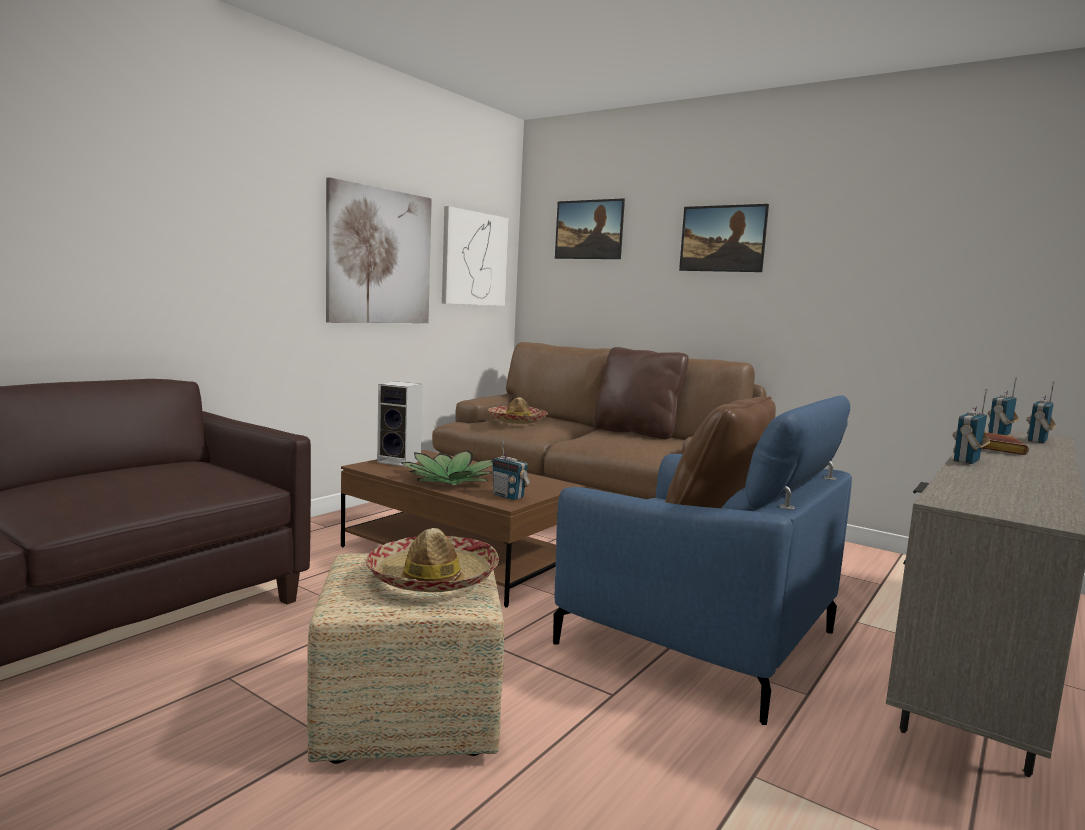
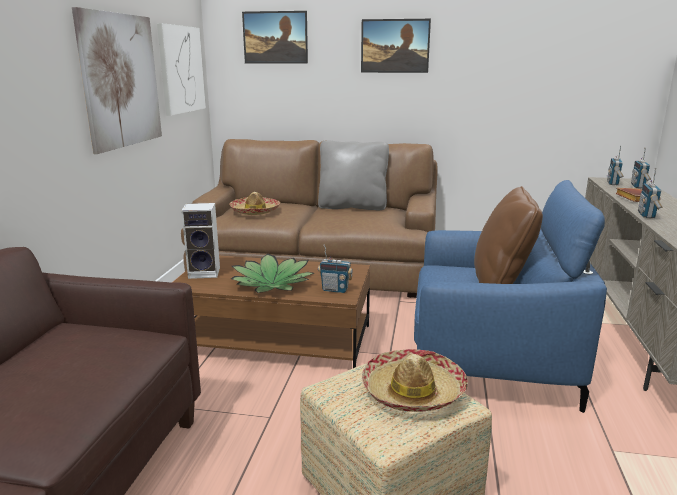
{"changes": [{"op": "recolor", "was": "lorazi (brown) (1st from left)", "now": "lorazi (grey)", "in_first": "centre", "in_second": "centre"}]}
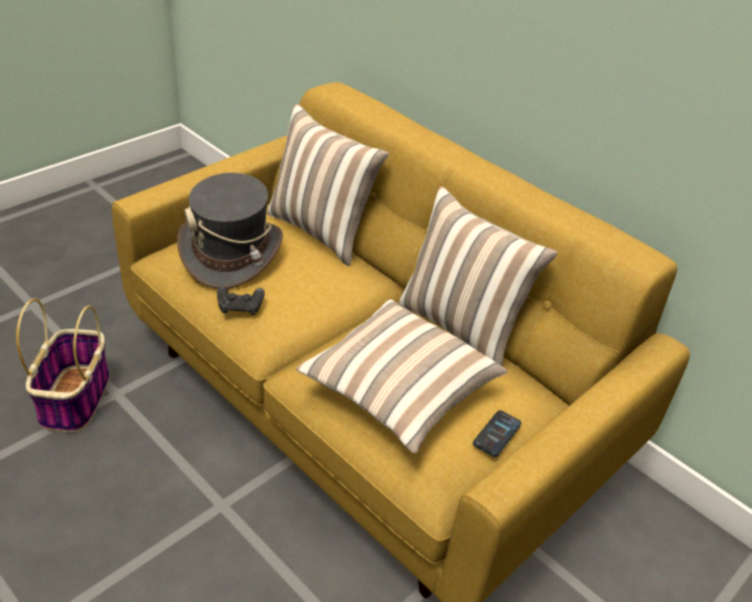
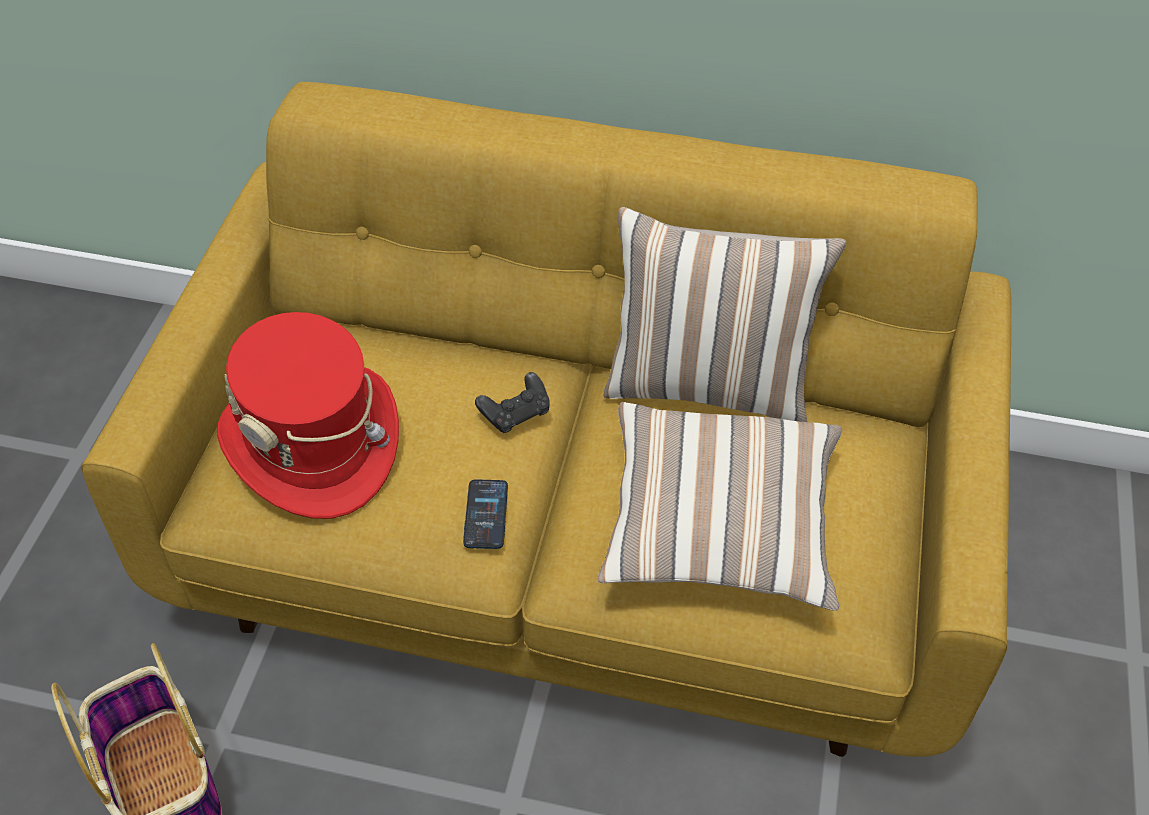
{"changes": [{"op": "recolor", "was": "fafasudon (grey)", "now": "fafasudon (red)", "in_first": "middle left", "in_second": "middle left"}, {"op": "move", "was": "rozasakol", "in_first": "bottom centre", "in_second": "centre"}, {"op": "move", "was": "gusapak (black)", "in_first": "middle left", "in_second": "centre"}, {"op": "delete", "was": "lorazi (1st from left)", "in_first": "top centre"}]}
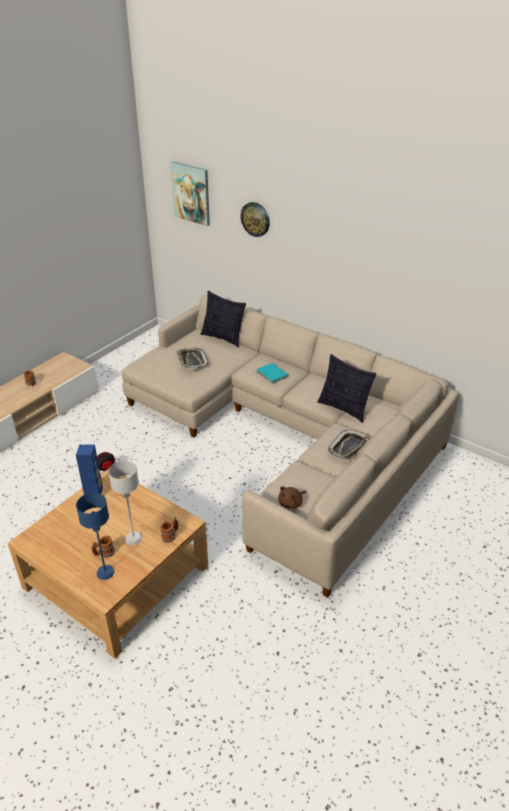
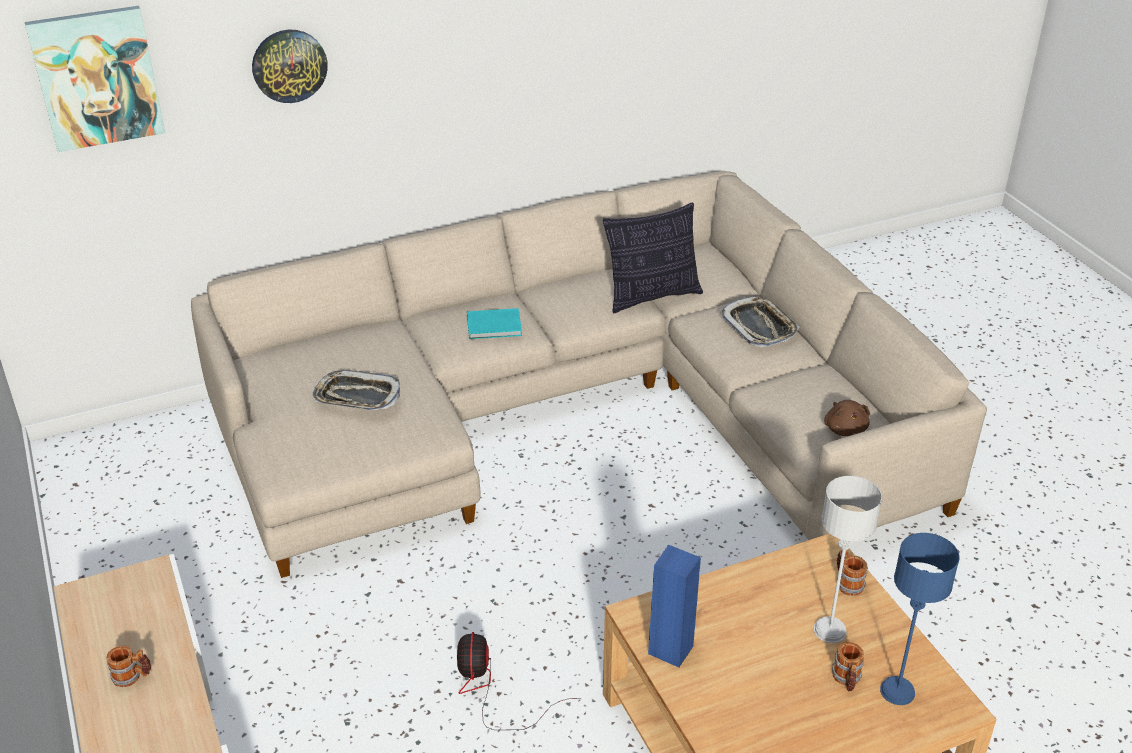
{"changes": [{"op": "delete", "was": "lorazi (1st from left)", "in_first": "centre"}]}
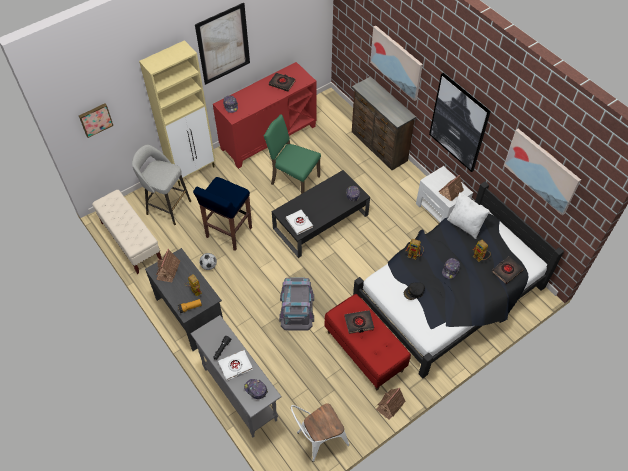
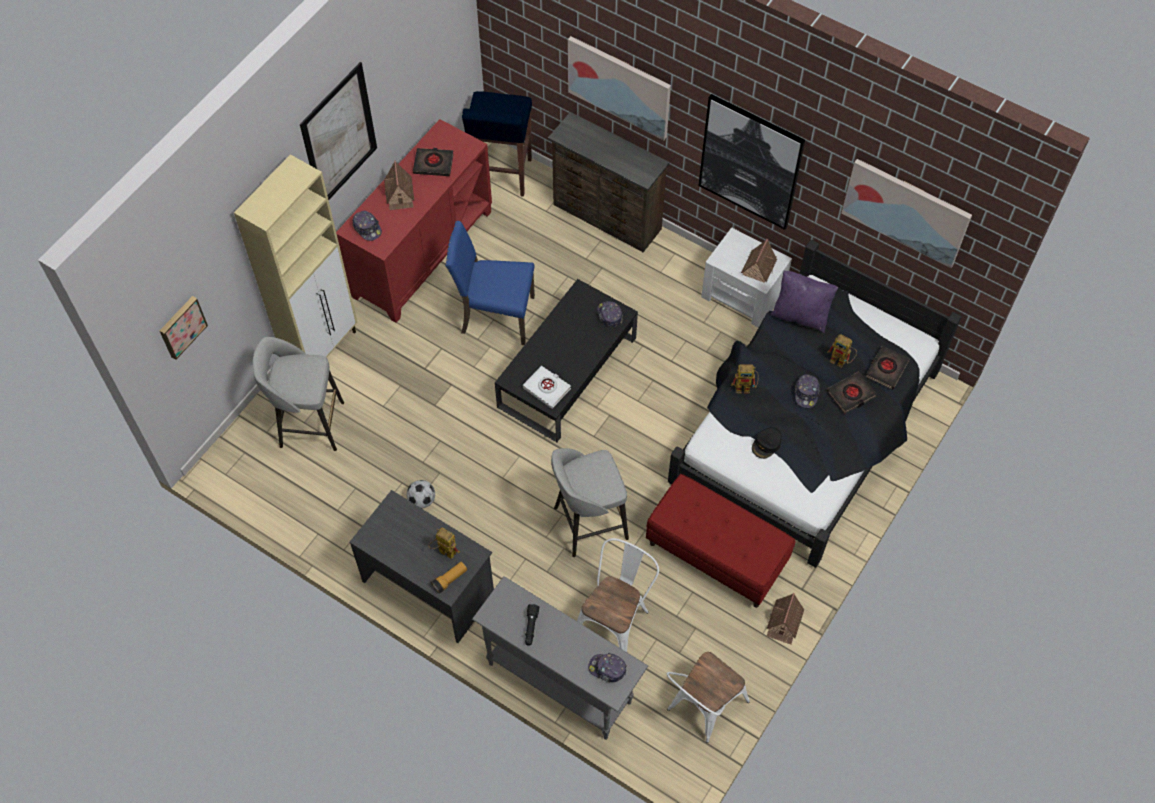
{"changes": [{"op": "move", "was": "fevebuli (1st from left)", "in_first": "middle left", "in_second": "top centre"}, {"op": "recolor", "was": "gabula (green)", "now": "gabula (blue)", "in_first": "top centre", "in_second": "centre"}, {"op": "move", "was": "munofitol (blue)", "in_first": "centre", "in_second": "top centre"}, {"op": "replace", "was": "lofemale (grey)", "now": "munofitol (grey) (2nd from left)", "in_first": "centre", "in_second": "centre"}, {"op": "insert", "now": "gabula (white) (1st from left)", "in_second": "bottom centre"}, {"op": "recolor", "was": "lorazi (white)", "now": "lorazi (purple)", "in_first": "middle right", "in_second": "middle right"}, {"op": "move", "was": "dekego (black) (2nd from left)", "in_first": "bottom centre", "in_second": "middle right"}, {"op": "delete", "was": "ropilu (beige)", "in_first": "middle left"}, {"op": "delete", "was": "dekego (white) (1st from left)", "in_first": "bottom centre"}]}
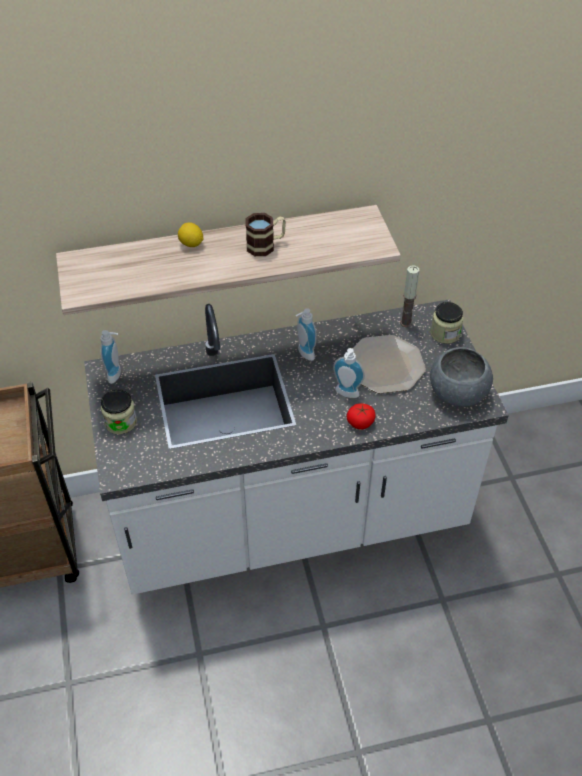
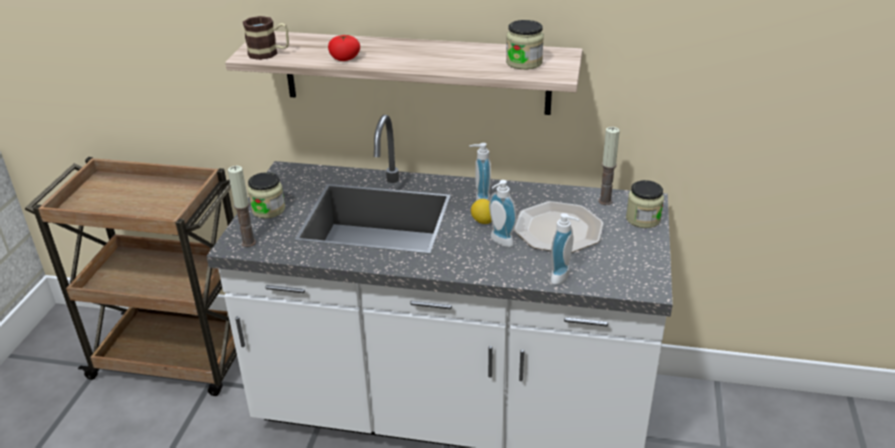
{"changes": [{"op": "insert", "now": "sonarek (1st from left)", "in_second": "middle left"}, {"op": "move", "was": "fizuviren", "in_first": "top centre", "in_second": "top left"}, {"op": "move", "was": "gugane", "in_first": "centre", "in_second": "top centre"}, {"op": "move", "was": "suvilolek", "in_first": "top left", "in_second": "centre"}, {"op": "insert", "now": "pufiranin (2nd from left)", "in_second": "top centre"}, {"op": "move", "was": "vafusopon (1st from left in the first image)", "now": "vafusopon (3rd from left)", "in_first": "middle left", "in_second": "centre"}, {"op": "delete", "was": "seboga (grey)", "in_first": "middle right"}]}
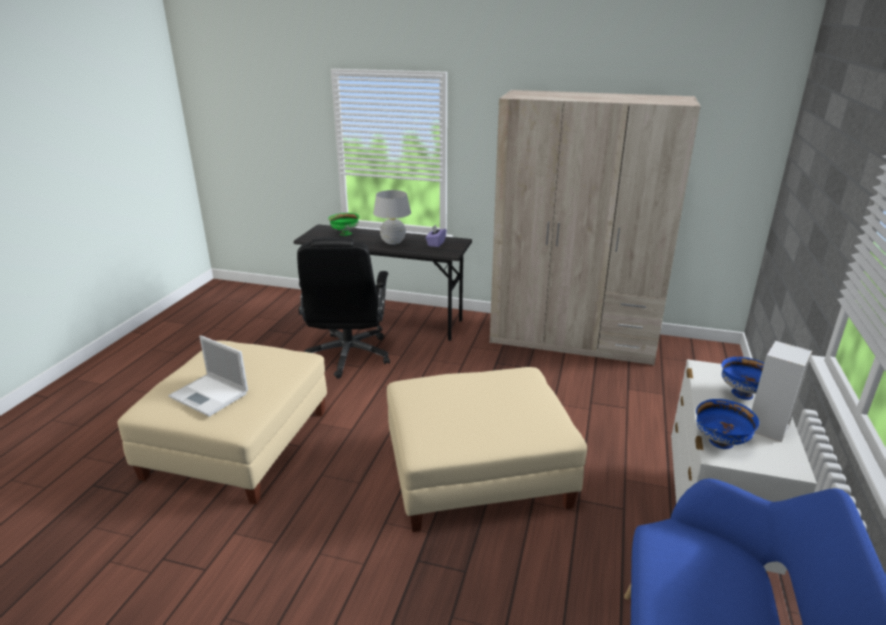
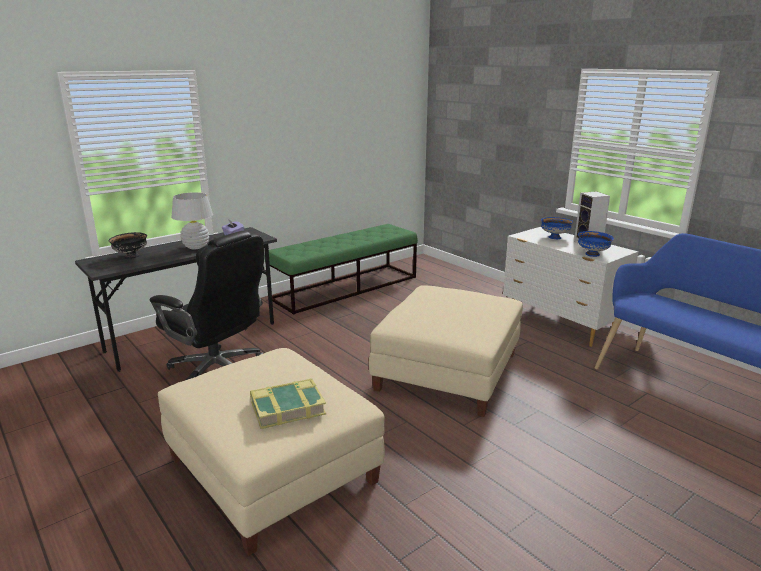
{"changes": [{"op": "recolor", "was": "seboga (green)", "now": "seboga (black)", "in_first": "centre", "in_second": "middle left"}, {"op": "replace", "was": "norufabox", "now": "dekego", "in_first": "middle left", "in_second": "bottom centre"}, {"op": "replace", "was": "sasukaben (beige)", "now": "ropilu (green)", "in_first": "middle right", "in_second": "centre"}]}
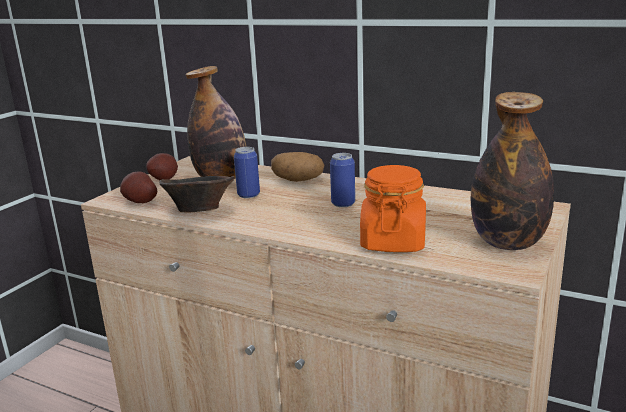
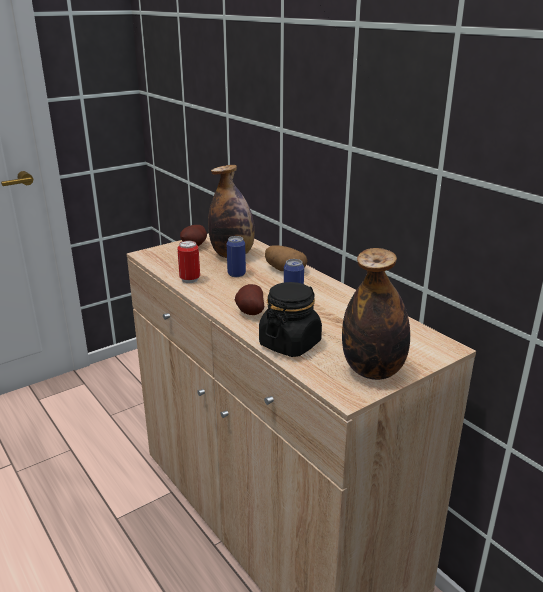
{"changes": [{"op": "replace", "was": "seboga (brown)", "now": "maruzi (1st from left)", "in_first": "middle left", "in_second": "centre"}, {"op": "move", "was": "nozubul (1st from left in the first image)", "now": "nozubul (2nd from left)", "in_first": "middle left", "in_second": "centre"}, {"op": "recolor", "was": "pufiranin (orange)", "now": "pufiranin (black)", "in_first": "centre", "in_second": "centre"}]}
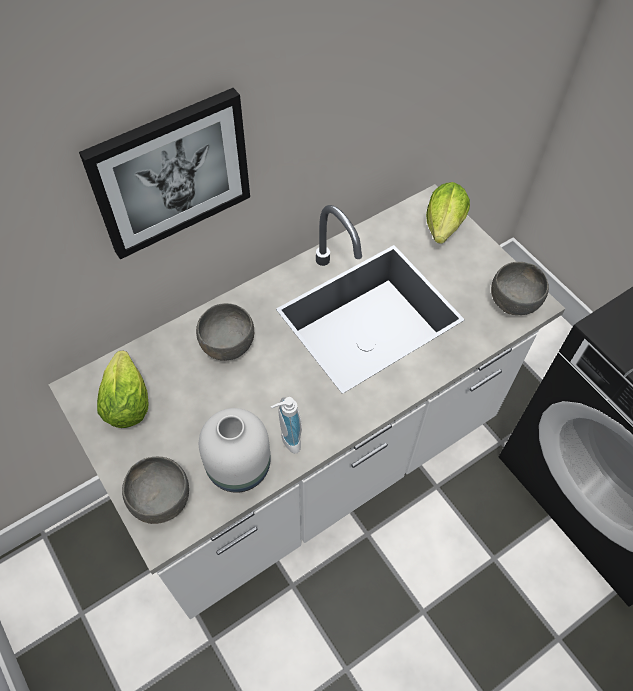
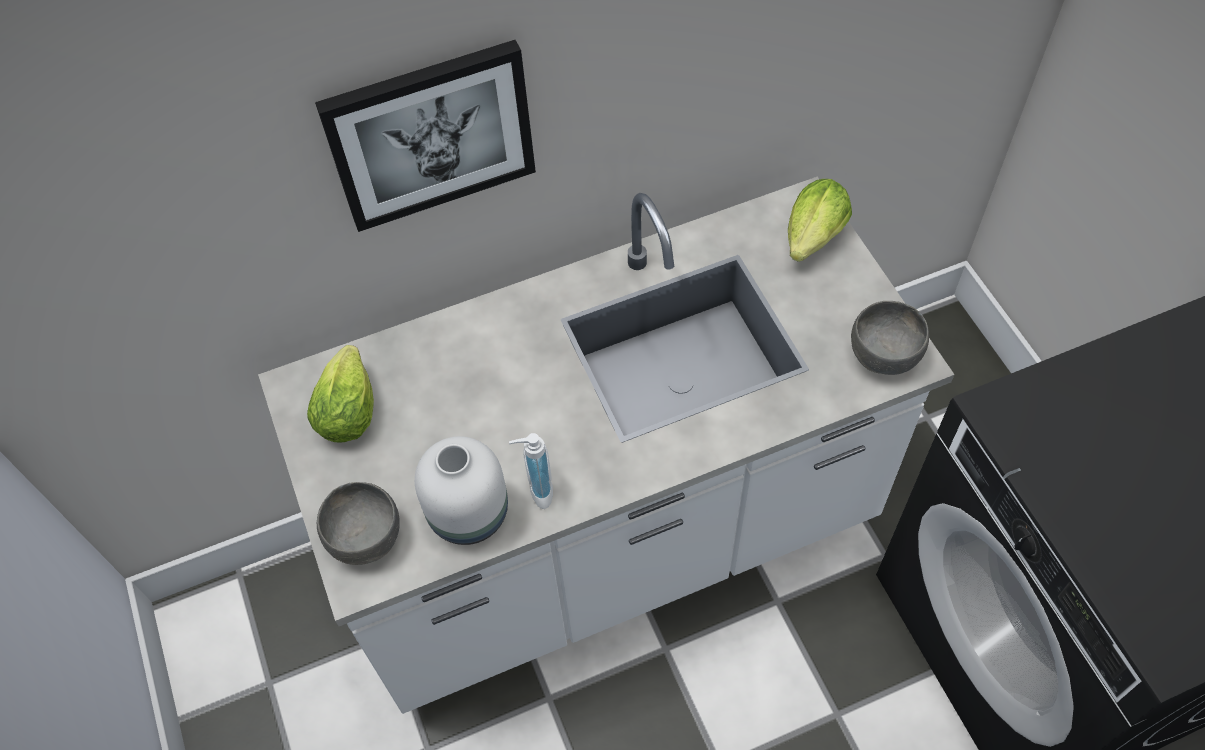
{"changes": [{"op": "delete", "was": "seboga (grey) (2nd from left)", "in_first": "centre"}]}
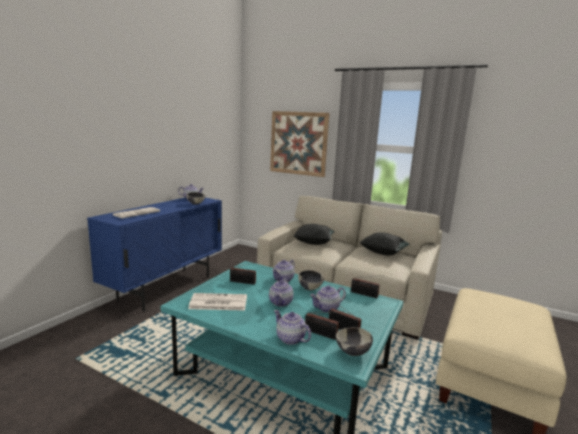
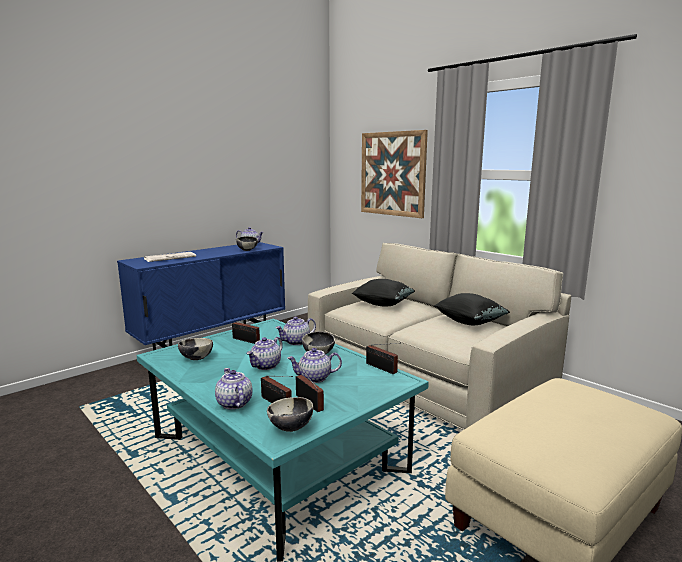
{"changes": [{"op": "replace", "was": "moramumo (2nd from left)", "now": "seboga (1st from left)", "in_first": "bottom centre", "in_second": "middle left"}]}
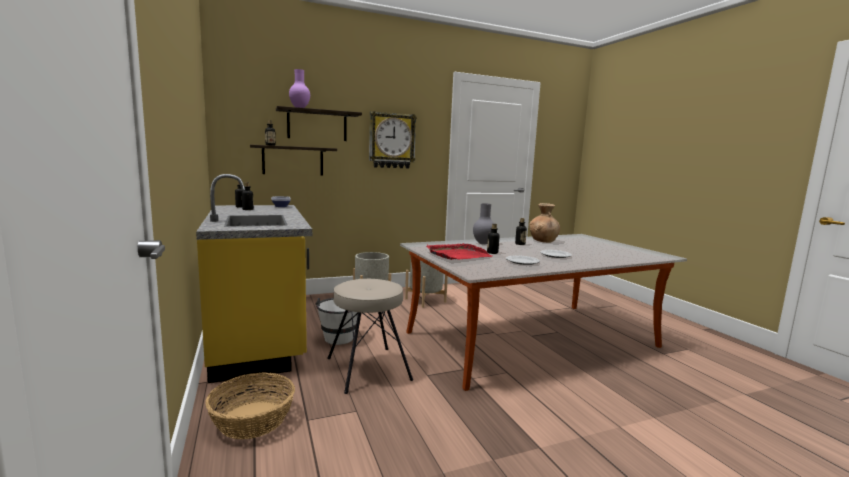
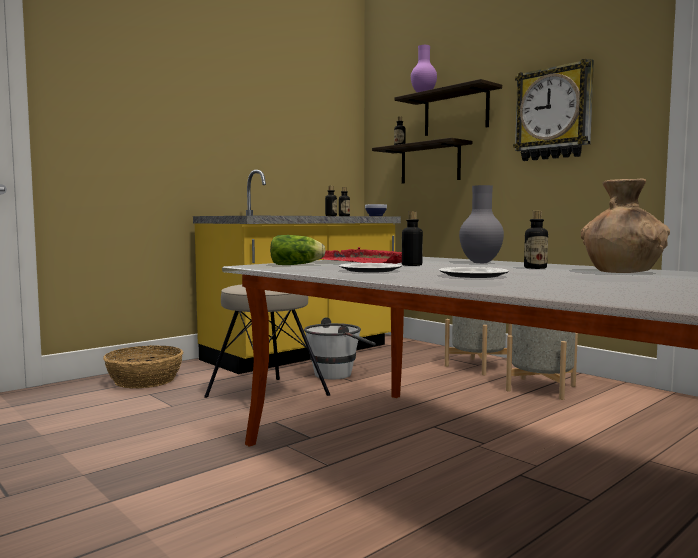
{"changes": [{"op": "insert", "now": "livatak", "in_second": "centre"}]}
